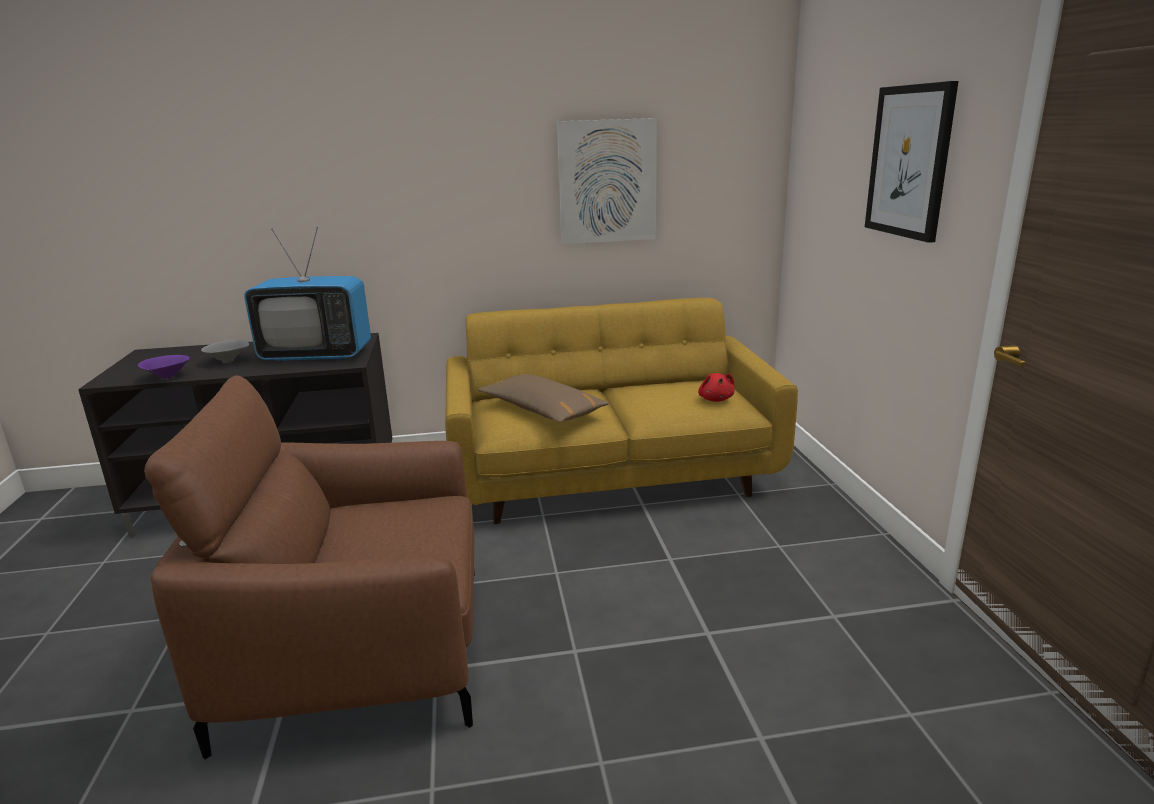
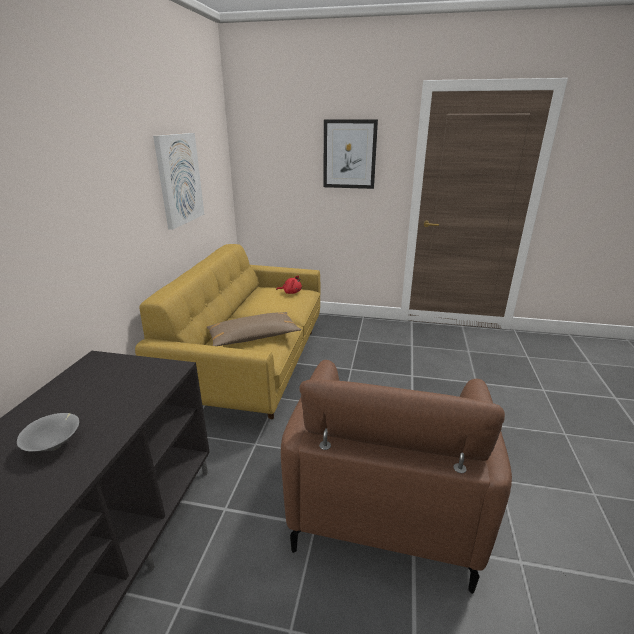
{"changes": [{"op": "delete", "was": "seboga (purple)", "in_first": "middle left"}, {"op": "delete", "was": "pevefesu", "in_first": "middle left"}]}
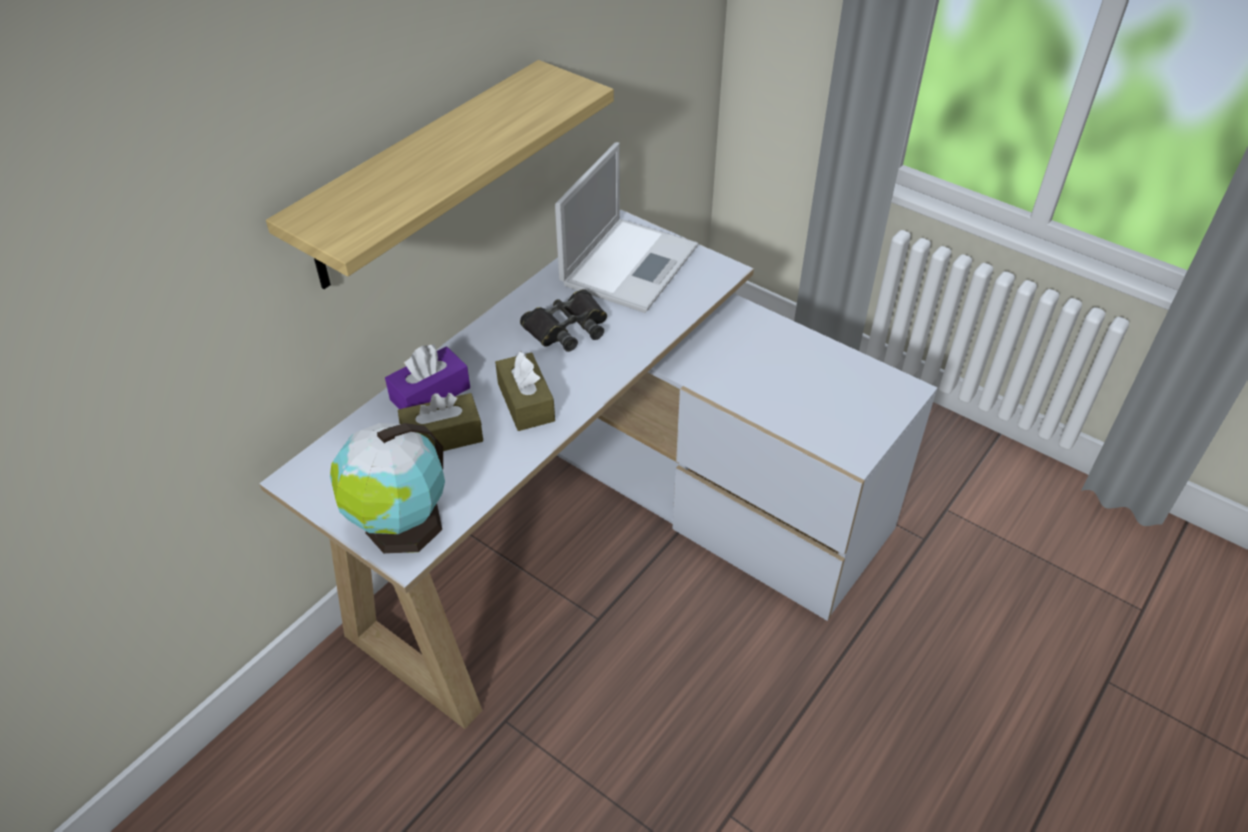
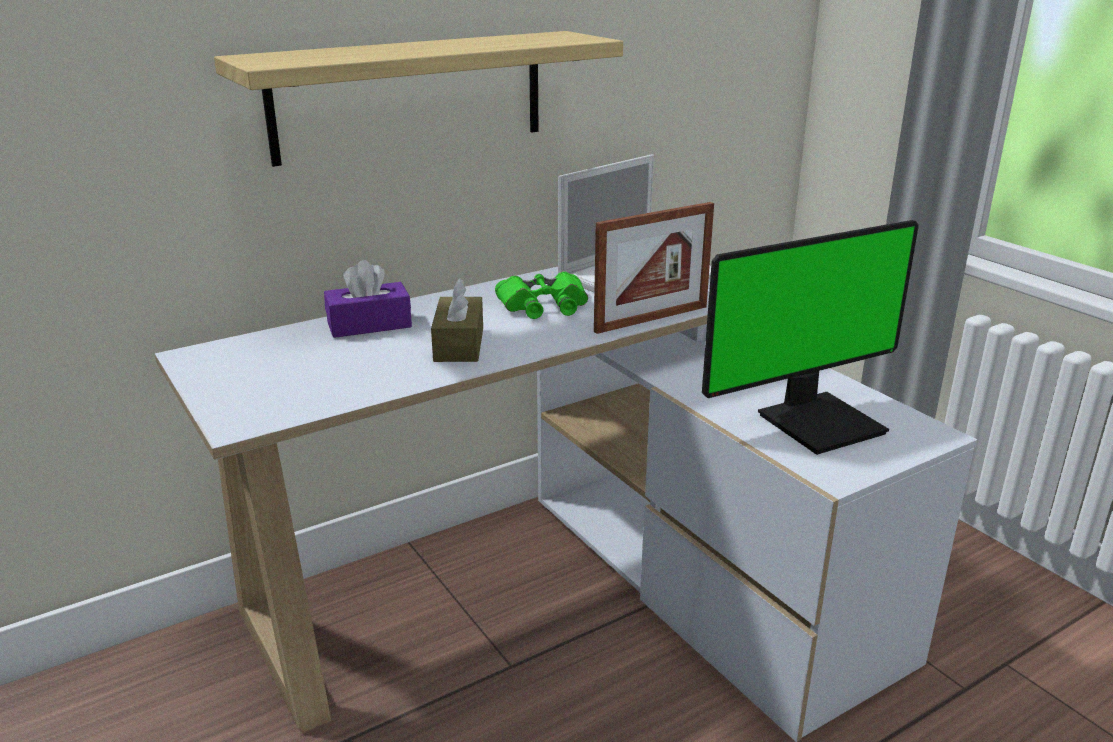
{"changes": [{"op": "recolor", "was": "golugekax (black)", "now": "golugekax (green)", "in_first": "centre", "in_second": "centre"}, {"op": "insert", "now": "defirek", "in_second": "centre"}, {"op": "insert", "now": "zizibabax", "in_second": "middle right"}, {"op": "delete", "was": "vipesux", "in_first": "middle left"}, {"op": "delete", "was": "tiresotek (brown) (1st from left)", "in_first": "centre"}]}
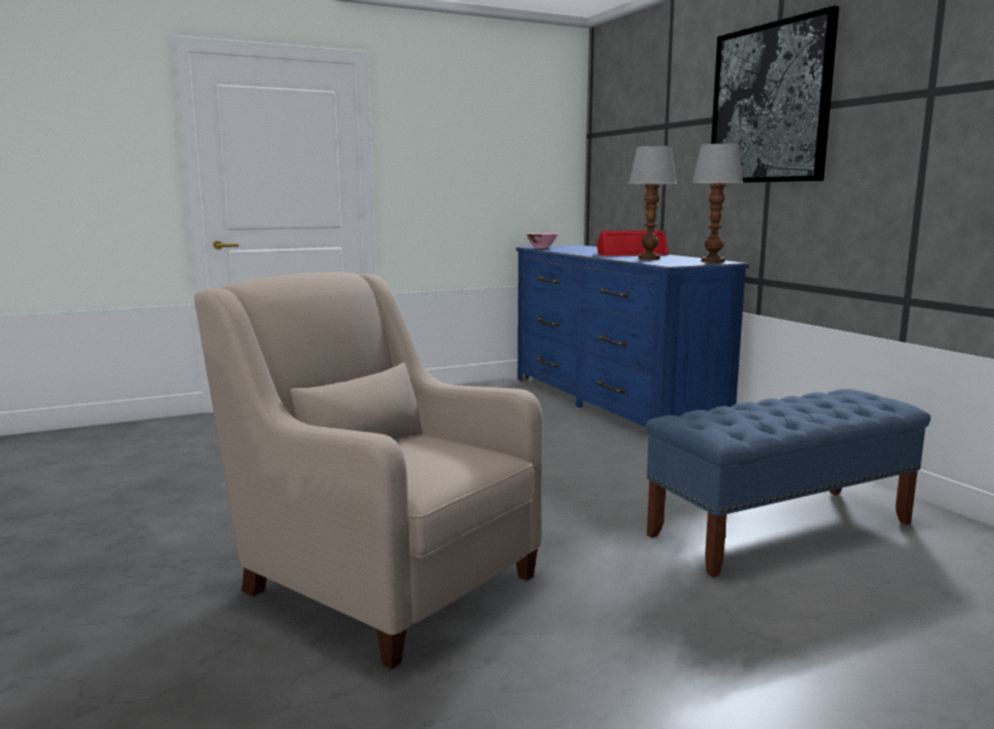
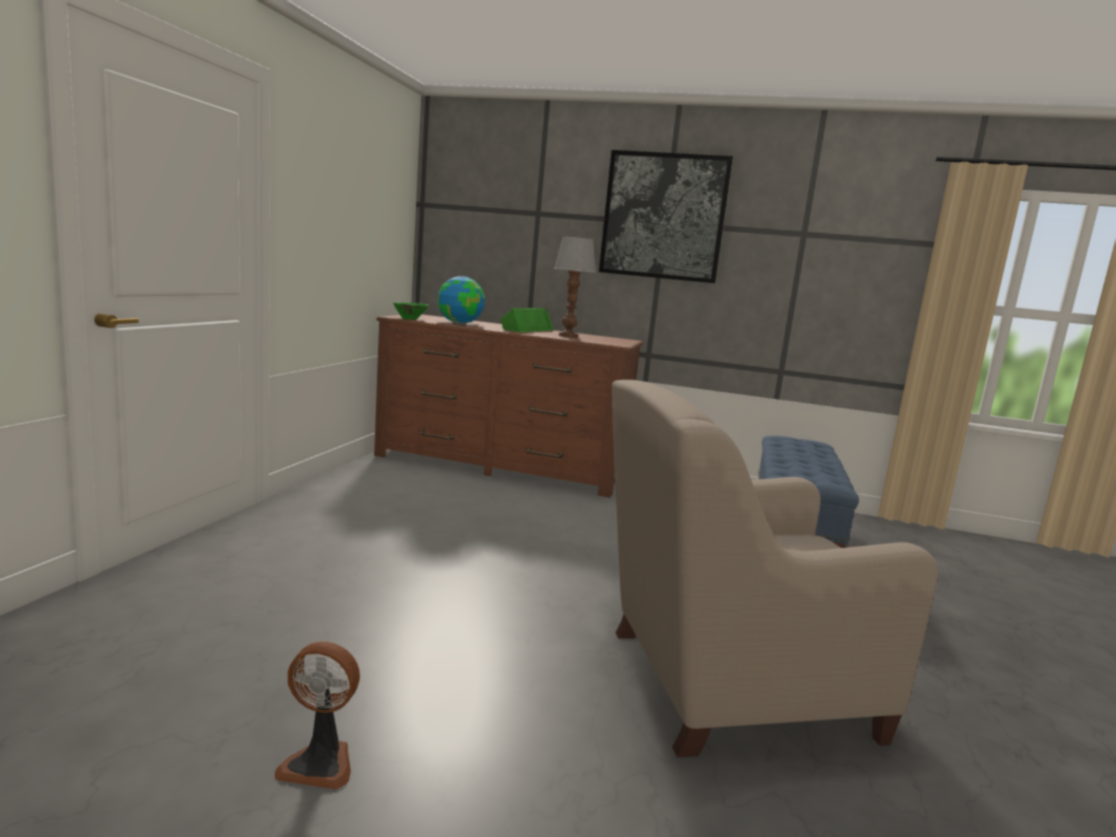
{"changes": [{"op": "insert", "now": "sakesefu", "in_second": "bottom left"}, {"op": "recolor", "was": "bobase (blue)", "now": "bobase (brown)", "in_first": "centre", "in_second": "centre"}, {"op": "recolor", "was": "seboga (pink)", "now": "seboga (green)", "in_first": "top centre", "in_second": "centre"}, {"op": "insert", "now": "vipesux", "in_second": "centre"}, {"op": "recolor", "was": "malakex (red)", "now": "malakex (green)", "in_first": "centre", "in_second": "centre"}, {"op": "delete", "was": "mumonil (2nd from left)", "in_first": "top right"}]}
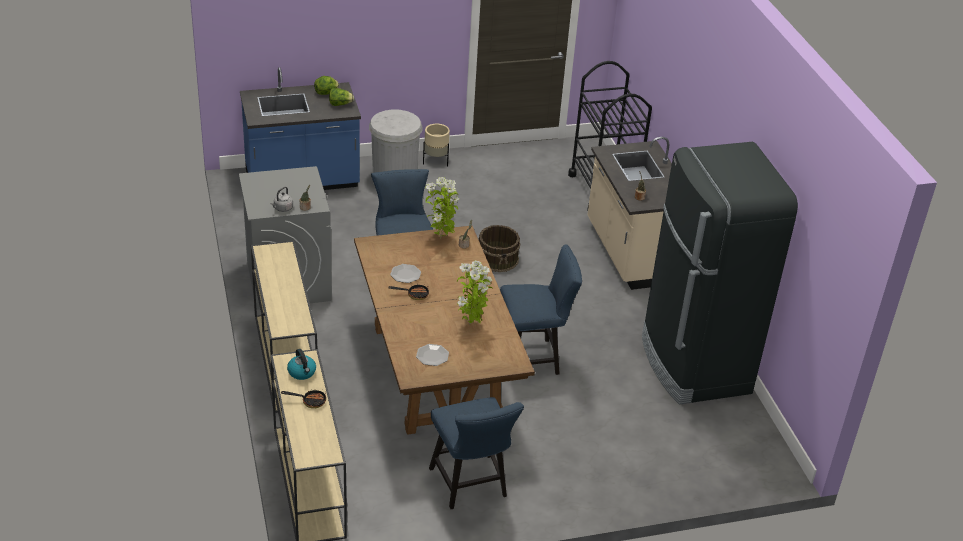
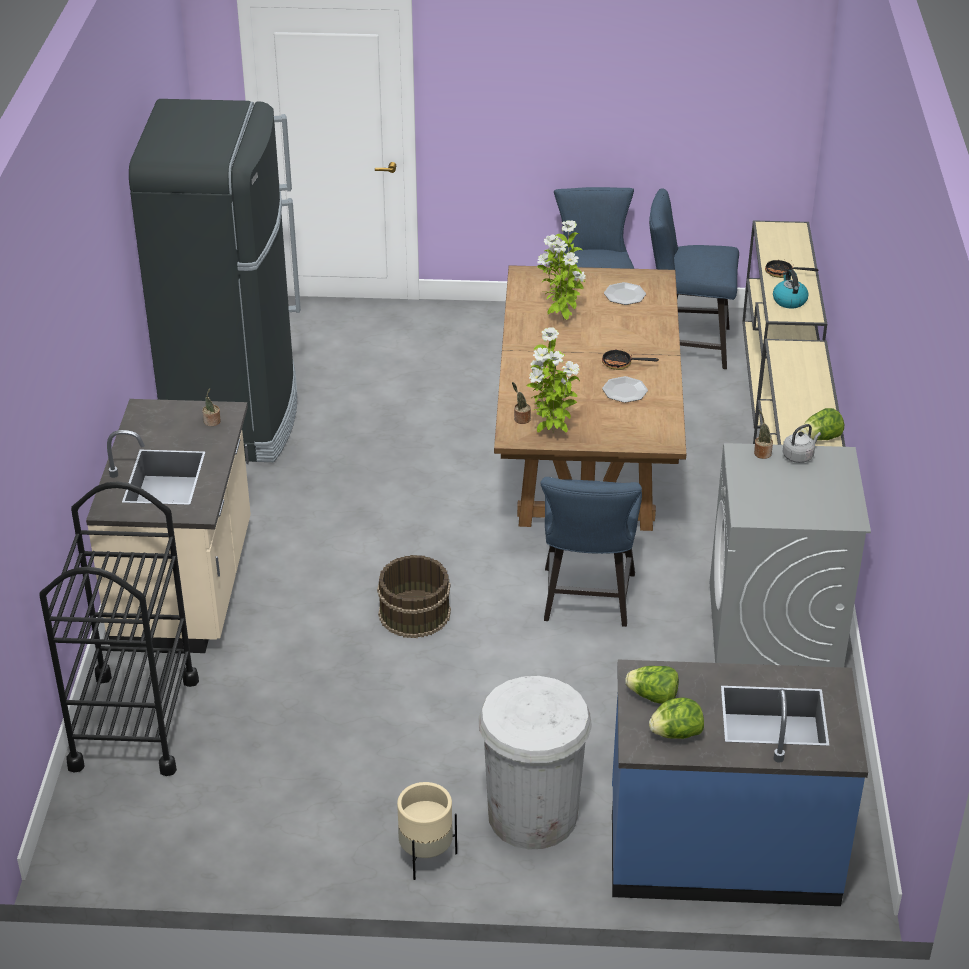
{"changes": [{"op": "move", "was": "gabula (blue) (3rd from left)", "in_first": "centre", "in_second": "top right"}, {"op": "insert", "now": "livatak (3rd from left)", "in_second": "middle right"}]}
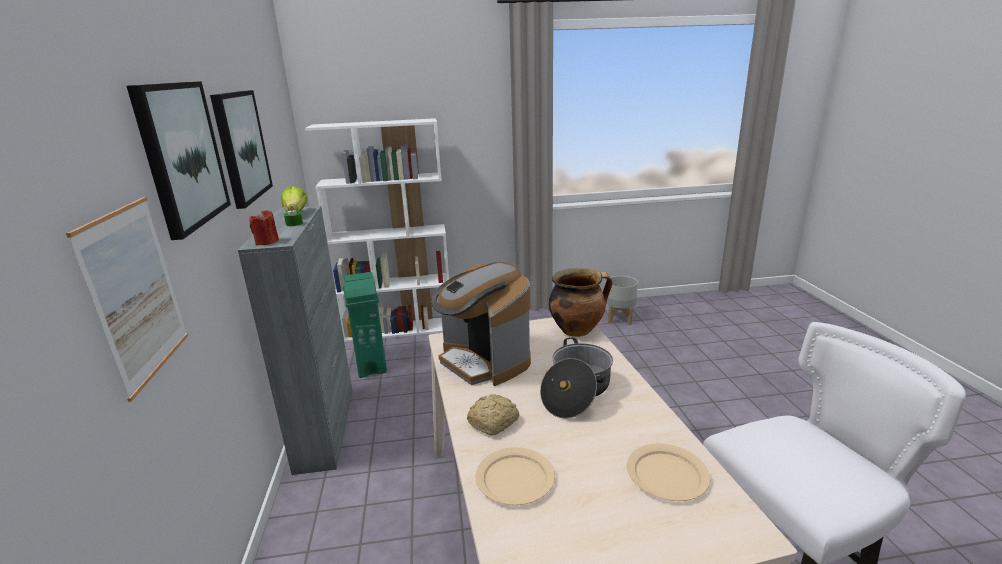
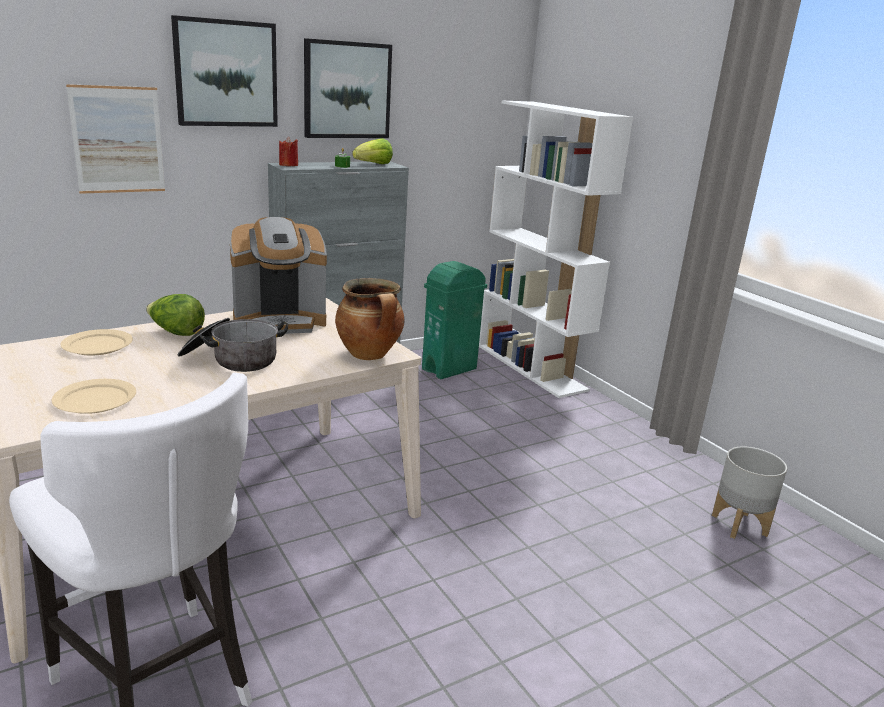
{"changes": [{"op": "replace", "was": "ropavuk", "now": "livatak (1st from left)", "in_first": "bottom centre", "in_second": "middle left"}, {"op": "rotate", "was": "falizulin", "in_first": "centre", "in_second": "middle left", "clockwise": -135}]}
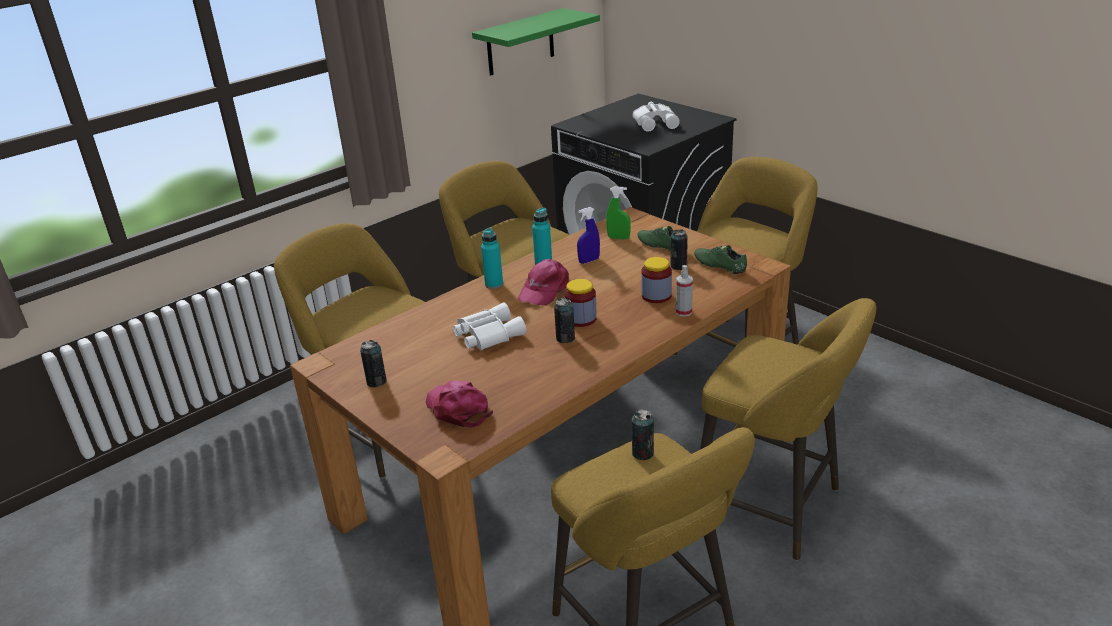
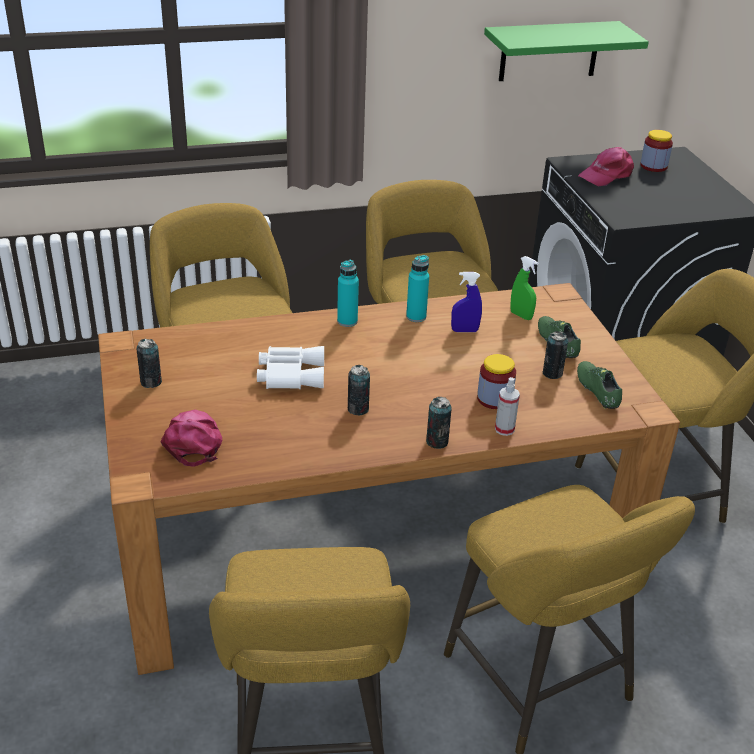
{"changes": [{"op": "move", "was": "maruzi (3rd from left)", "in_first": "bottom centre", "in_second": "centre"}, {"op": "move", "was": "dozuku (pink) (2nd from left)", "in_first": "centre", "in_second": "top right"}, {"op": "move", "was": "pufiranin (1st from left in the first image)", "now": "pufiranin (2nd from left)", "in_first": "centre", "in_second": "top right"}, {"op": "delete", "was": "golugekax (white) (2nd from left)", "in_first": "top centre"}]}
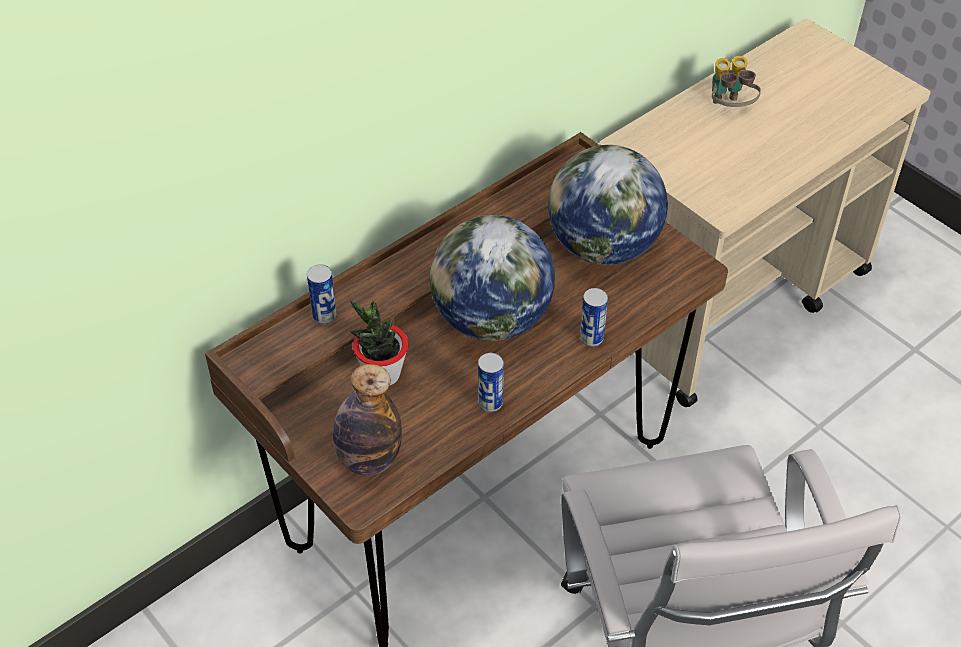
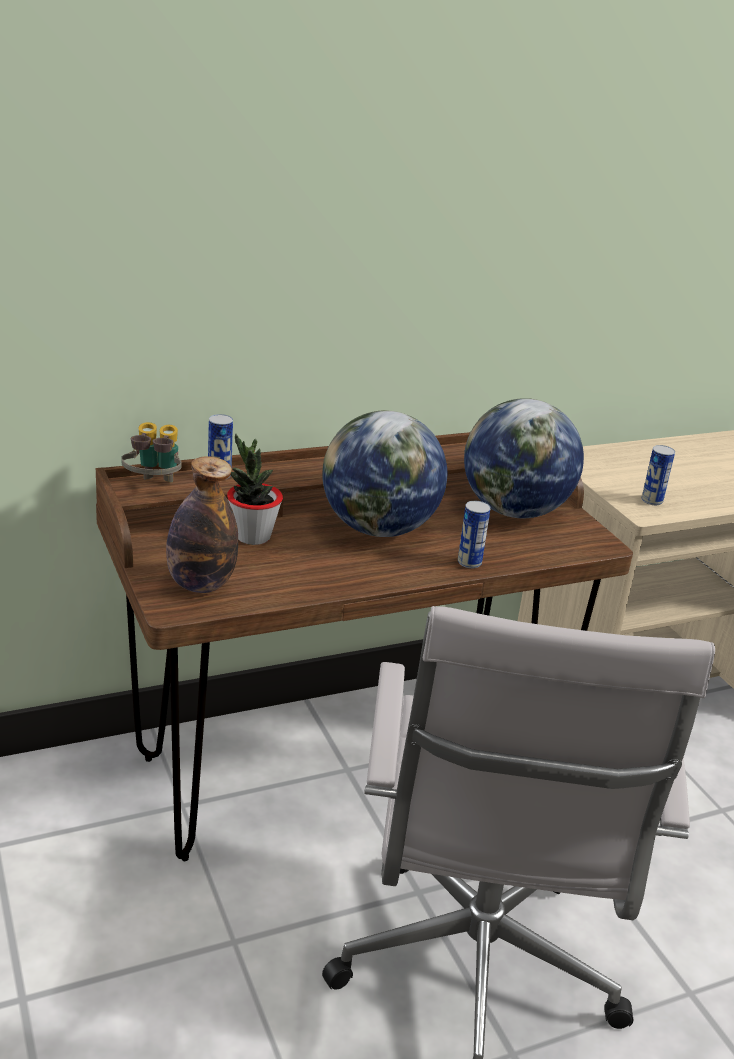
{"changes": [{"op": "move", "was": "golugekax", "in_first": "top right", "in_second": "middle left"}, {"op": "move", "was": "maruzi (2nd from left in the first image)", "now": "maruzi (3rd from left)", "in_first": "centre", "in_second": "middle right"}]}
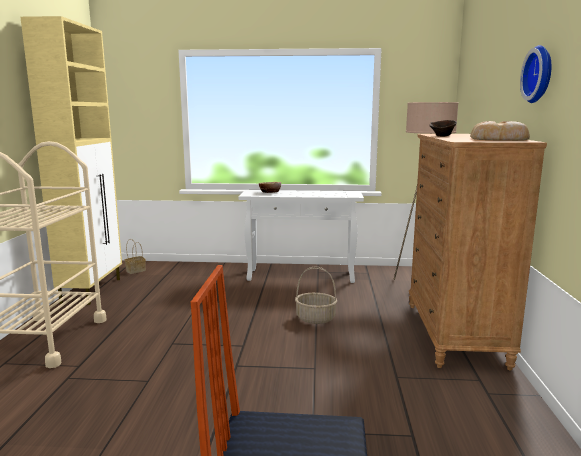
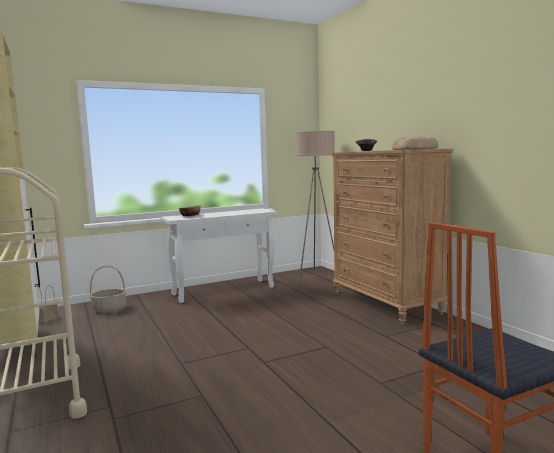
{"changes": [{"op": "move", "was": "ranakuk (2nd from left)", "in_first": "centre", "in_second": "middle left"}, {"op": "delete", "was": "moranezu", "in_first": "top right"}]}
